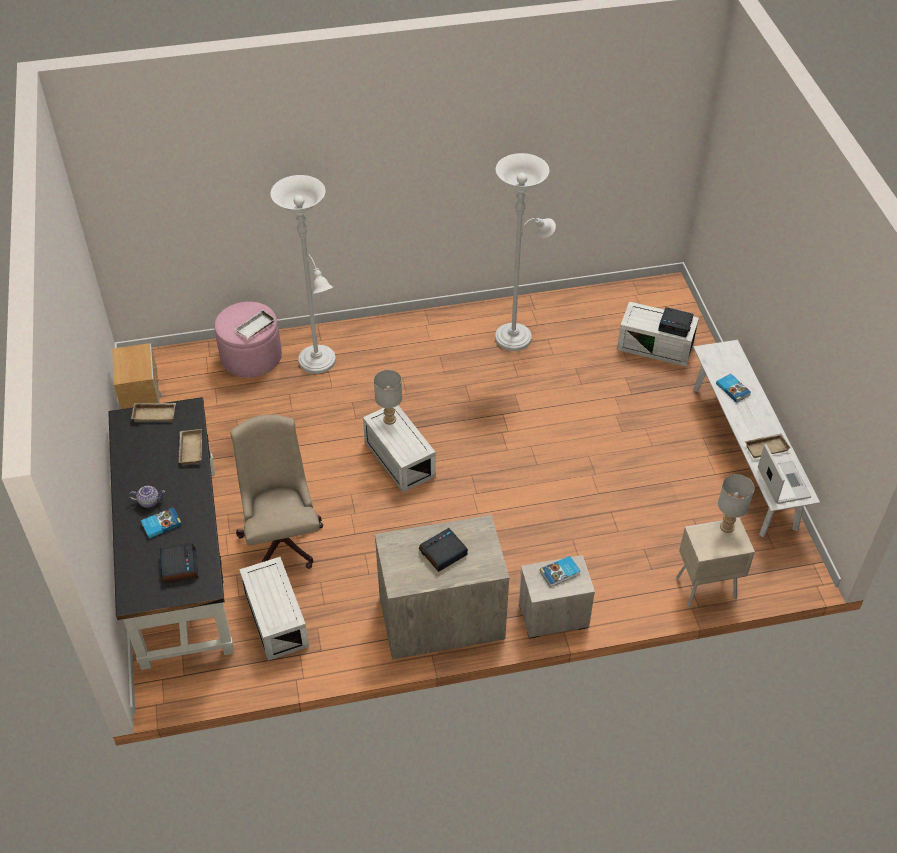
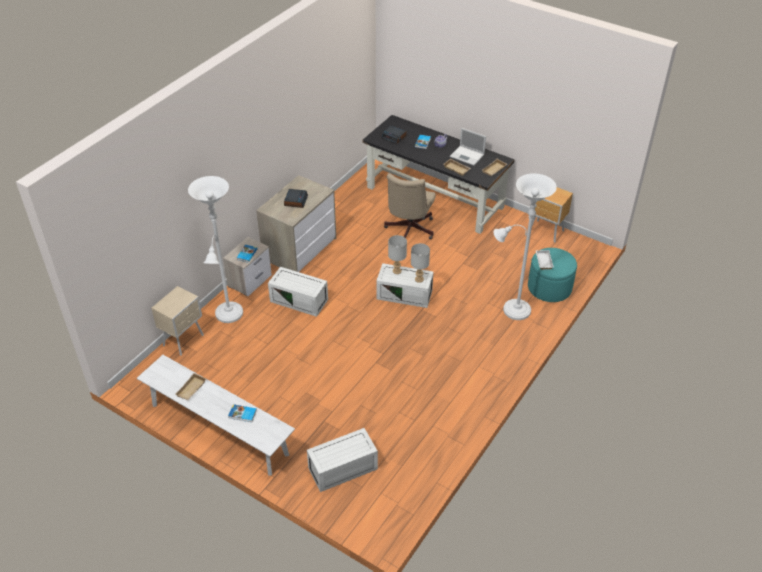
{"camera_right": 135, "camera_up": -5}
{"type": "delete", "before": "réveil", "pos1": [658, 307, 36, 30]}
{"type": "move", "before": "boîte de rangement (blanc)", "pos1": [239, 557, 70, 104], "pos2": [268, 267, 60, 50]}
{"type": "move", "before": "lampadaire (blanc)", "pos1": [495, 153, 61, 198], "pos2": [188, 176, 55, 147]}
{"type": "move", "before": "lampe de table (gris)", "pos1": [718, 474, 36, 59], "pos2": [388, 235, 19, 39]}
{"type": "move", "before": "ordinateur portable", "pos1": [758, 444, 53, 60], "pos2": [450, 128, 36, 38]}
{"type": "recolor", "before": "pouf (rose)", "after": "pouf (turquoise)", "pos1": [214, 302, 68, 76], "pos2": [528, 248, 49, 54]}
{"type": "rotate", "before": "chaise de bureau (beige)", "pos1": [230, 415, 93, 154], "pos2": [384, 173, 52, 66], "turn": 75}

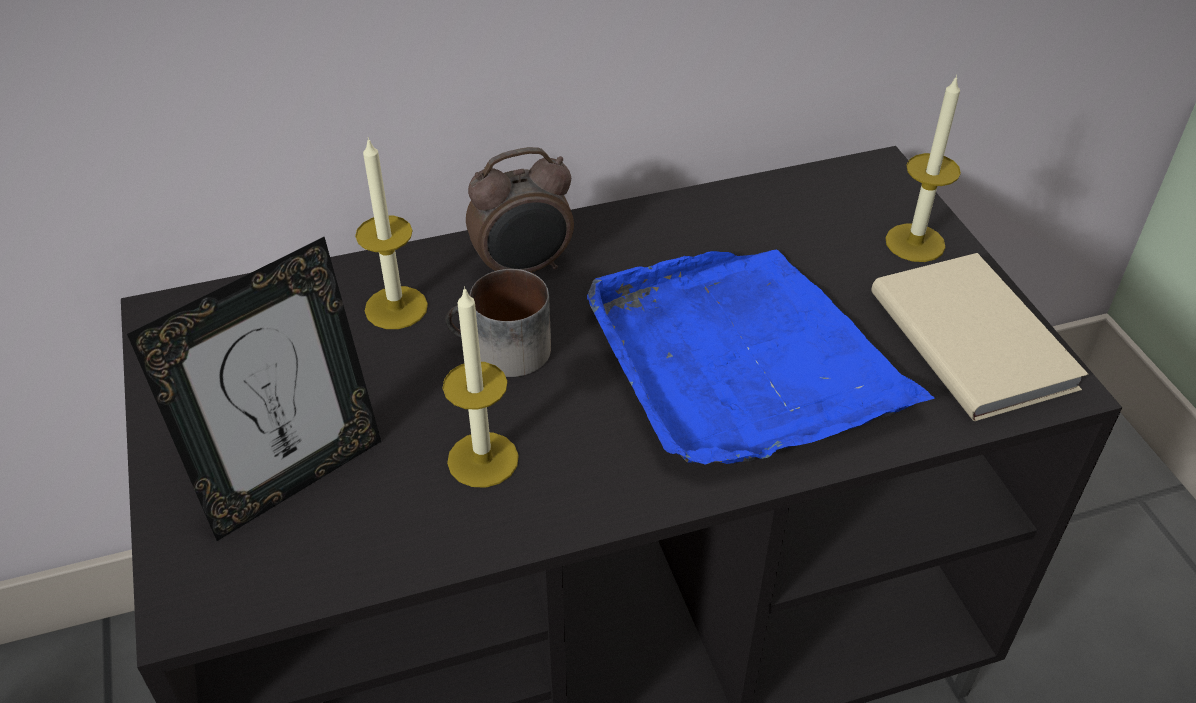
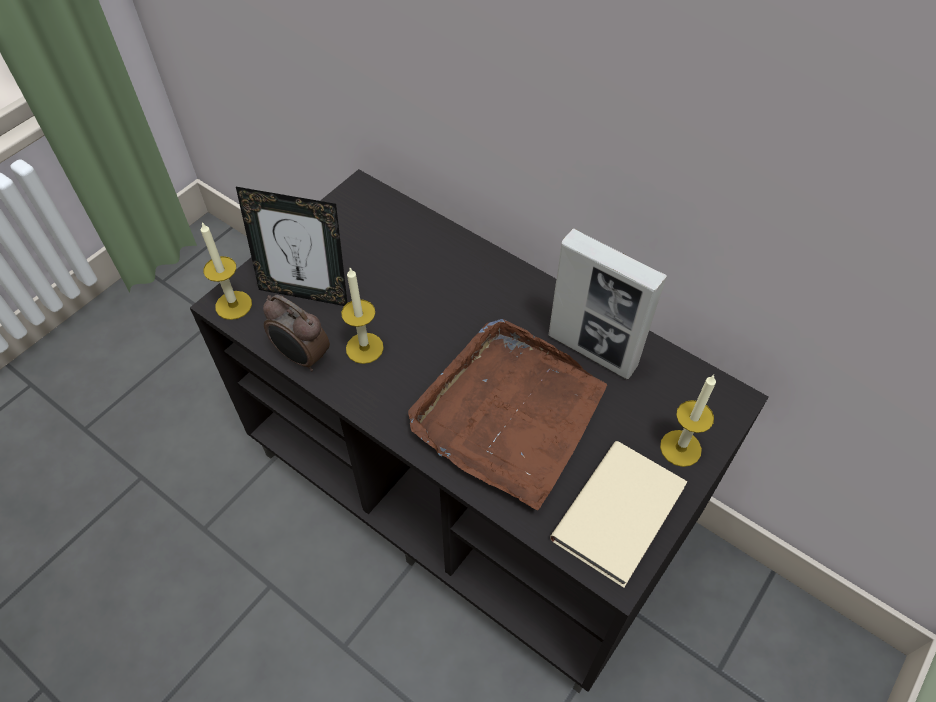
{"camera_right": 55, "camera_up": 10}
{"type": "delete", "before": "mug", "pos1": [445, 269, 106, 108]}
{"type": "insert", "after": "cadre photo", "pos2": [549, 228, 118, 151]}
{"type": "move", "before": "bougie", "pos1": [355, 137, 73, 192], "pos2": [201, 222, 51, 98]}
{"type": "move", "before": "réveil", "pos1": [466, 147, 108, 125], "pos2": [263, 295, 67, 76]}
{"type": "recolor", "before": "plateau (bleu)", "after": "plateau (marron)", "pos1": [587, 250, 348, 215], "pos2": [408, 319, 199, 191]}

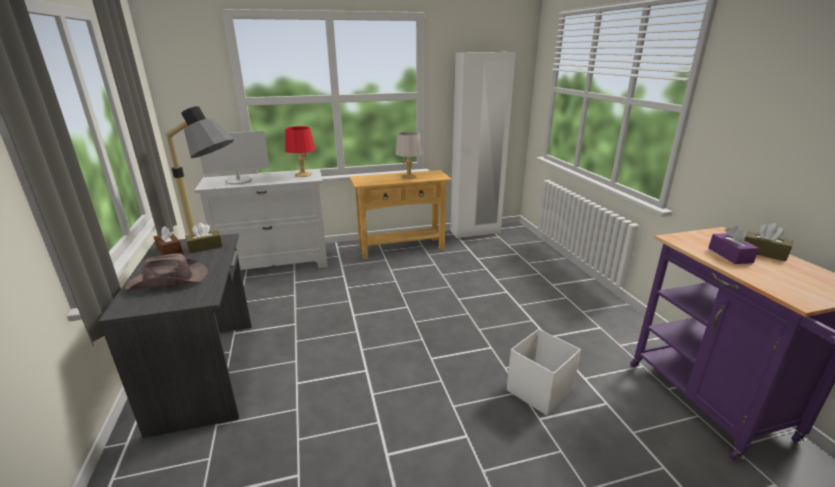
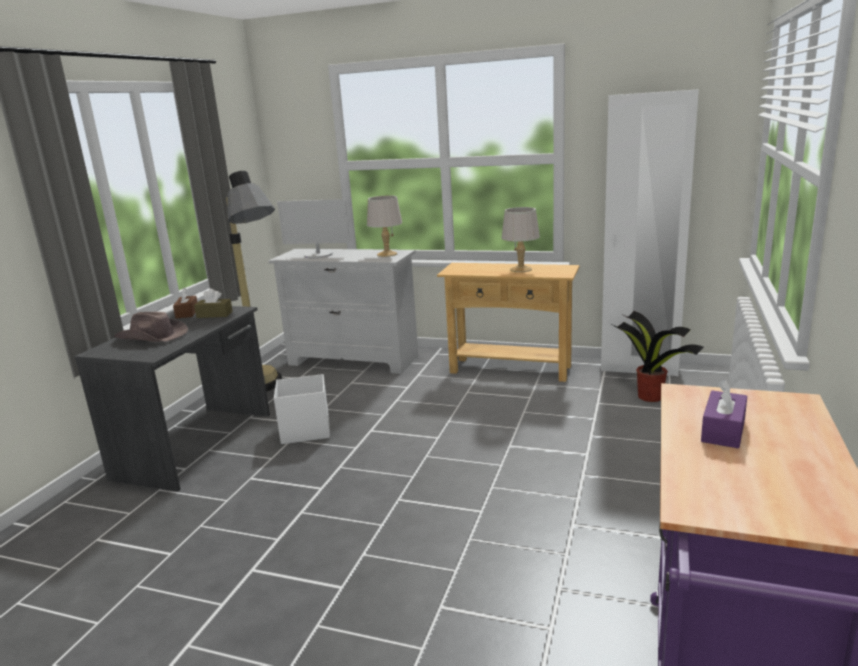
{"camera_right": 35, "camera_up": -5}
{"type": "delete", "before": "boîte à mouchoirs (marron)", "pos1": [744, 223, 49, 38]}
{"type": "insert", "after": "plante en pot", "pos2": [610, 311, 94, 91]}
{"type": "move", "before": "boîte de rangement (blanc)", "pos1": [507, 329, 74, 87], "pos2": [274, 374, 56, 70]}
{"type": "recolor", "before": "lampe de table (rouge)", "after": "lampe de table (gris)", "pos1": [285, 126, 30, 51], "pos2": [367, 195, 35, 62]}

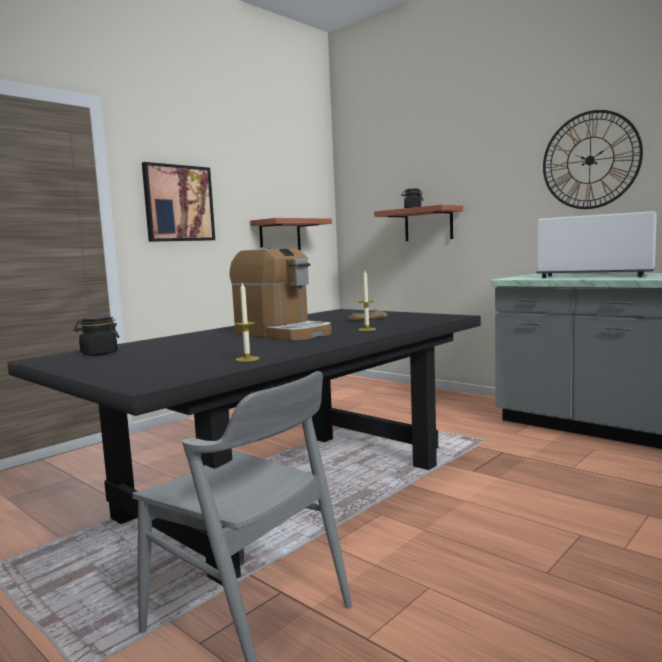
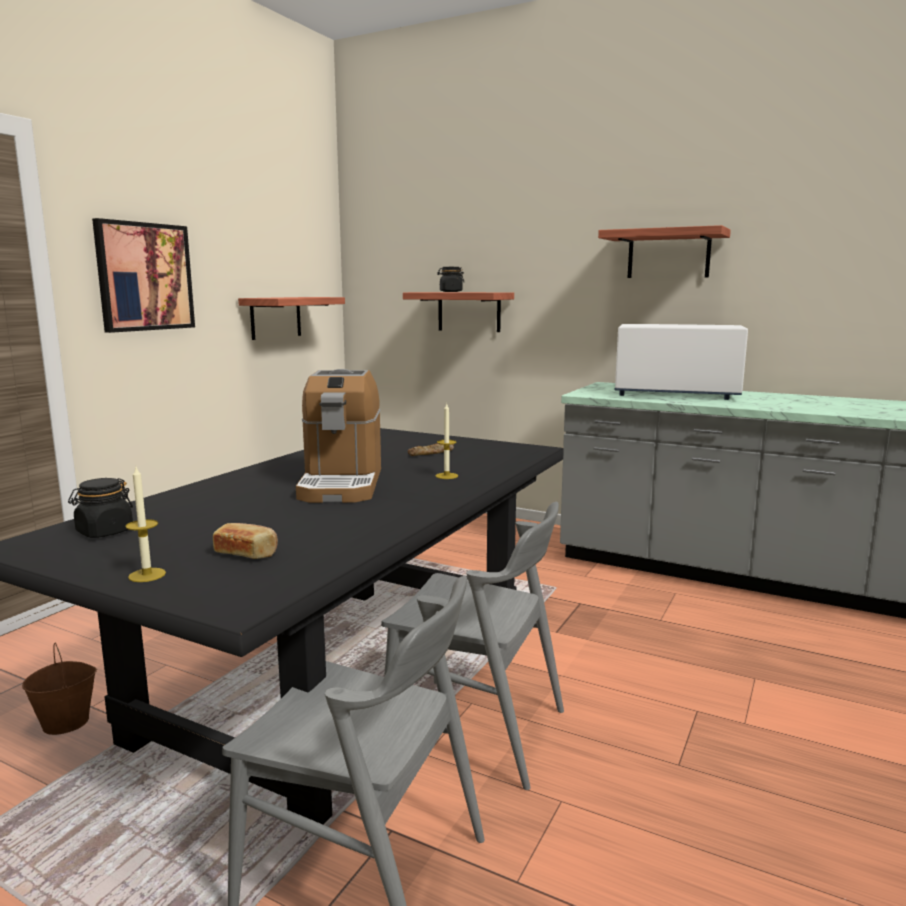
{"camera_right": -15, "camera_up": 5}
{"type": "insert", "after": "seau (marron)", "pos2": [22, 642, 75, 93]}
{"type": "insert", "after": "pain", "pos2": [213, 523, 65, 36]}
{"type": "insert", "after": "chaise (gris)", "pos2": [381, 502, 183, 288]}
{"type": "move", "before": "bougie", "pos1": [235, 283, 25, 79], "pos2": [125, 467, 41, 115]}
{"type": "replace", "before": "horloge murale", "after": "étagère", "pos1": [543, 110, 100, 99], "pos2": [598, 225, 133, 53]}
{"type": "rotate", "before": "machine à café", "pos1": [230, 247, 101, 94], "pos2": [296, 369, 85, 134], "turn": 60}

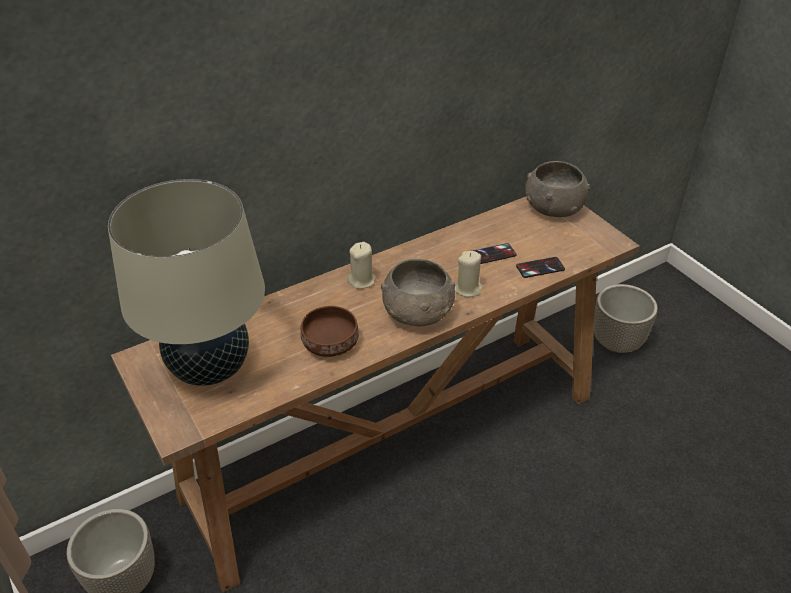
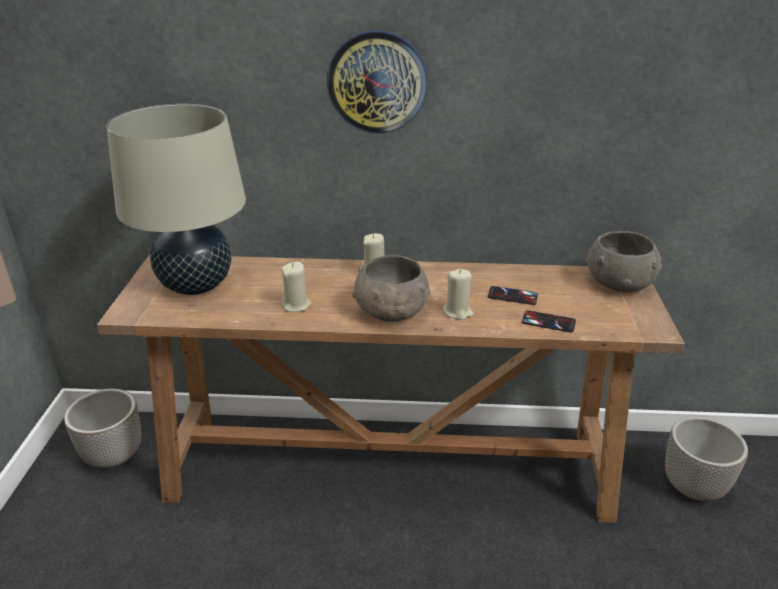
{"camera_right": 35, "camera_up": -10}
{"type": "insert", "after": "horloge murale", "pos2": [327, 30, 100, 104]}
{"type": "replace", "before": "bol (marron)", "after": "bougie (beige)", "pos1": [300, 306, 59, 51], "pos2": [281, 262, 31, 50]}

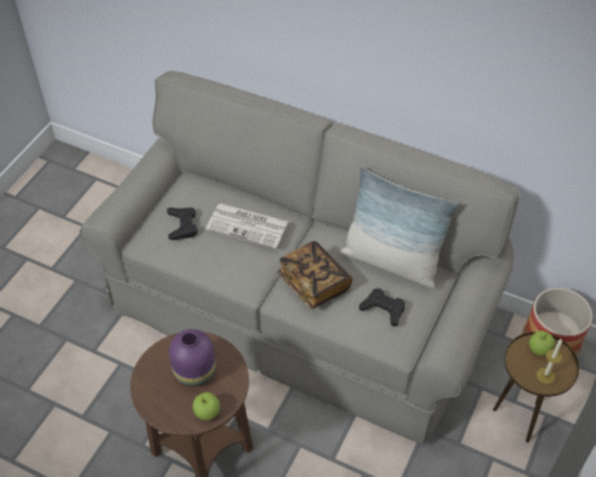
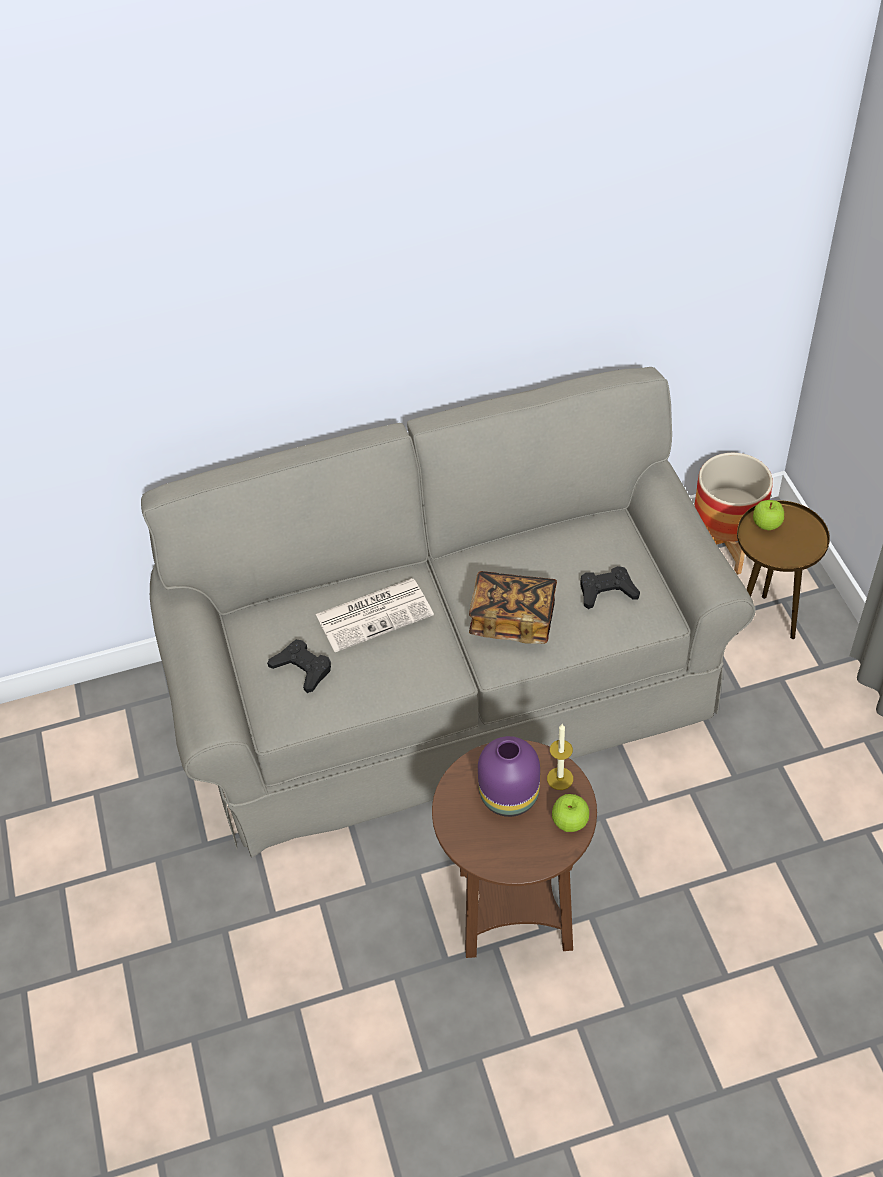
{"camera_right": -40, "camera_up": 0}
{"type": "delete", "before": "coussin", "pos1": [340, 167, 119, 122]}
{"type": "move", "before": "bougie", "pos1": [537, 339, 25, 45], "pos2": [547, 724, 26, 66]}

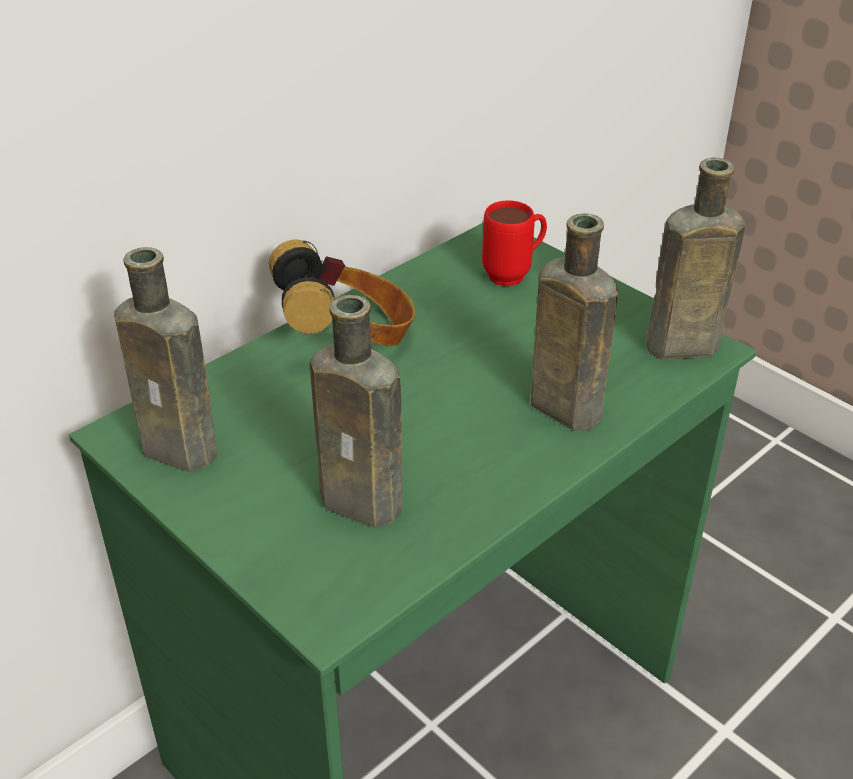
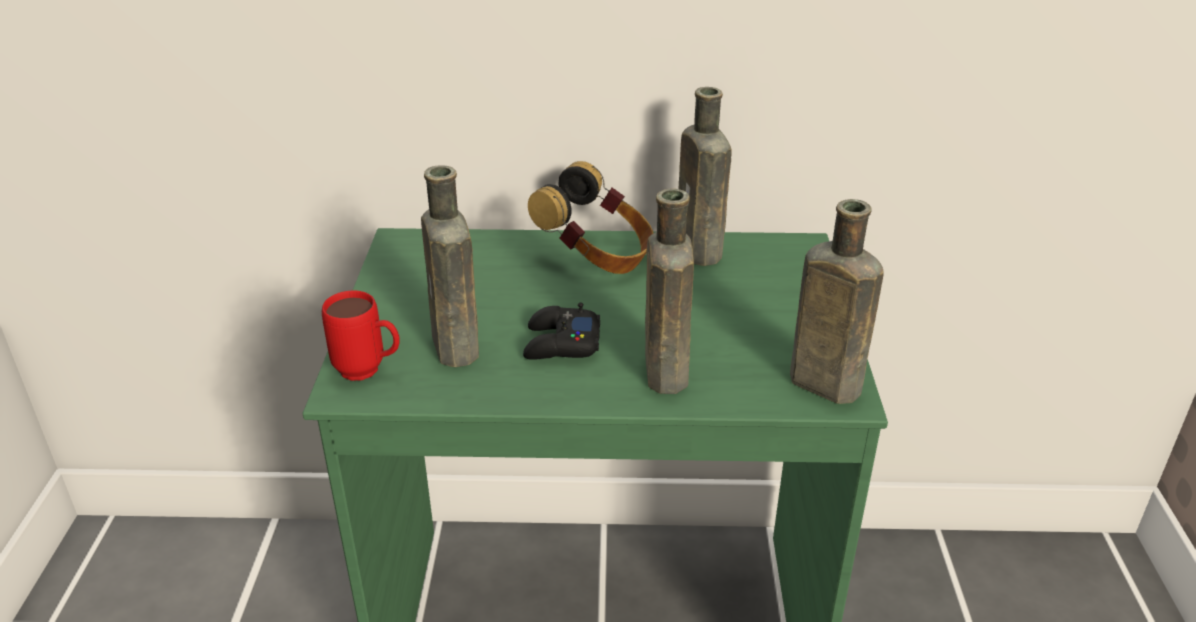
{"camera_right": 45, "camera_up": -5}
{"type": "insert", "after": "manette (noir)", "pos2": [523, 303, 77, 57]}
{"type": "move", "before": "bouteille (marron)", "pos1": [114, 247, 104, 225], "pos2": [678, 87, 54, 179]}
{"type": "move", "before": "mug (rouge)", "pos1": [482, 200, 65, 86], "pos2": [322, 291, 78, 90]}

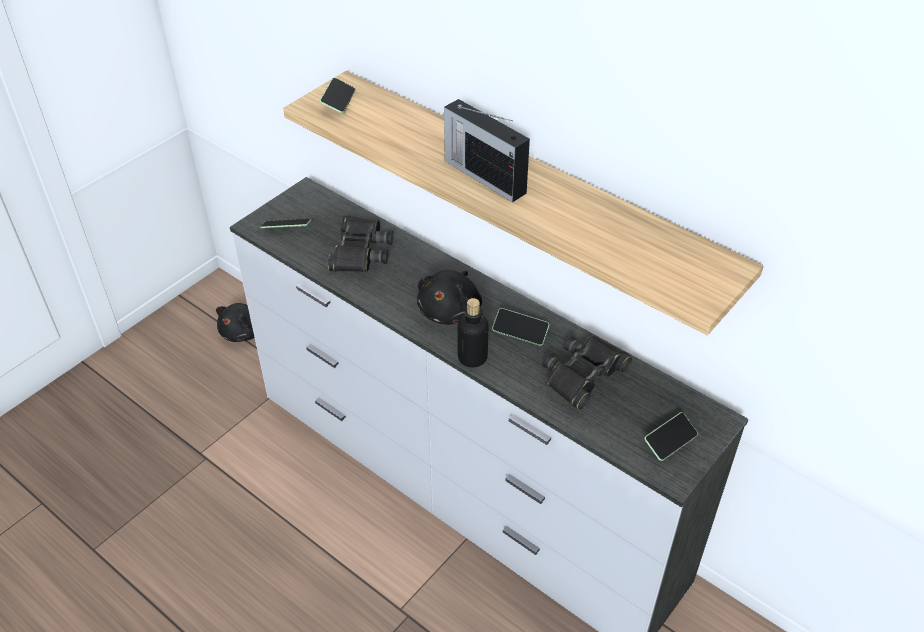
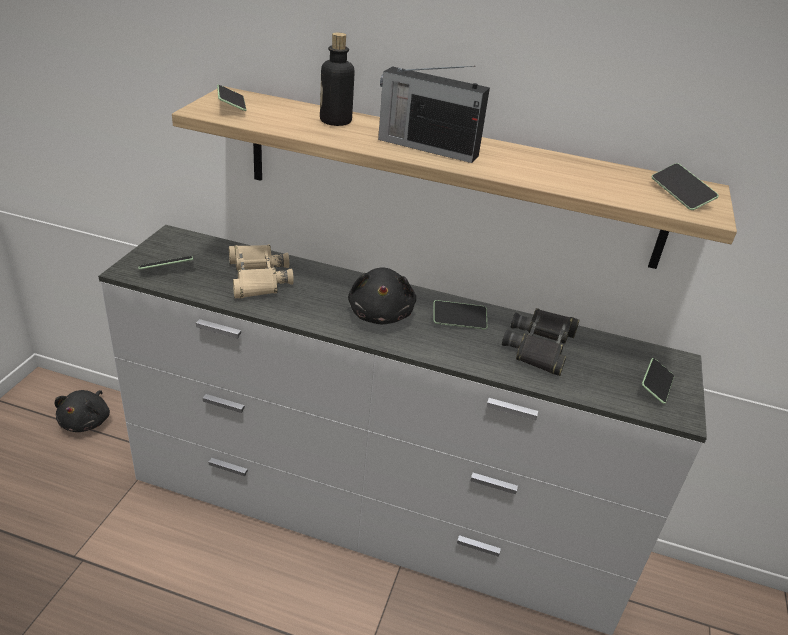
{"camera_right": -25, "camera_up": -10}
{"type": "insert", "after": "téléphone", "pos2": [652, 163, 67, 47]}
{"type": "move", "before": "bouteille", "pos1": [458, 298, 30, 70], "pos2": [320, 33, 35, 93]}
{"type": "recolor", "before": "jumelles (noir)", "after": "jumelles (beige)", "pos1": [328, 215, 66, 57], "pos2": [229, 245, 65, 53]}

